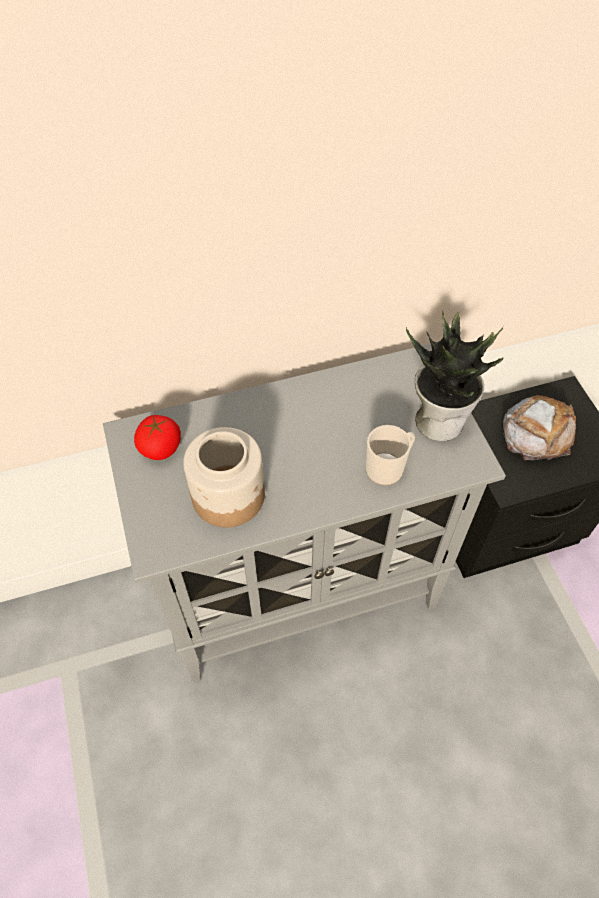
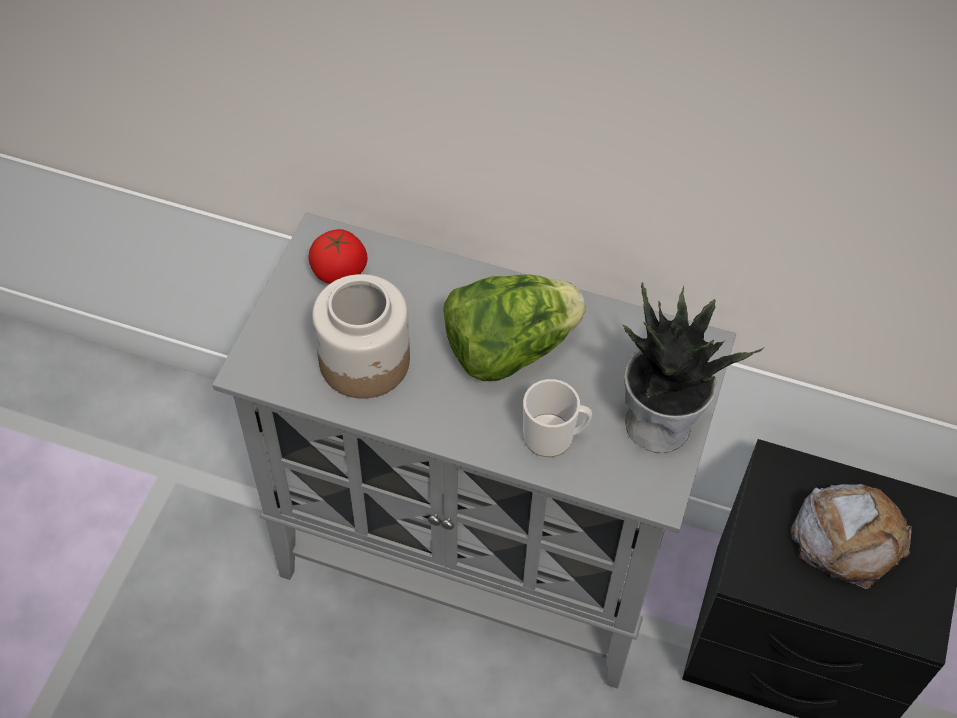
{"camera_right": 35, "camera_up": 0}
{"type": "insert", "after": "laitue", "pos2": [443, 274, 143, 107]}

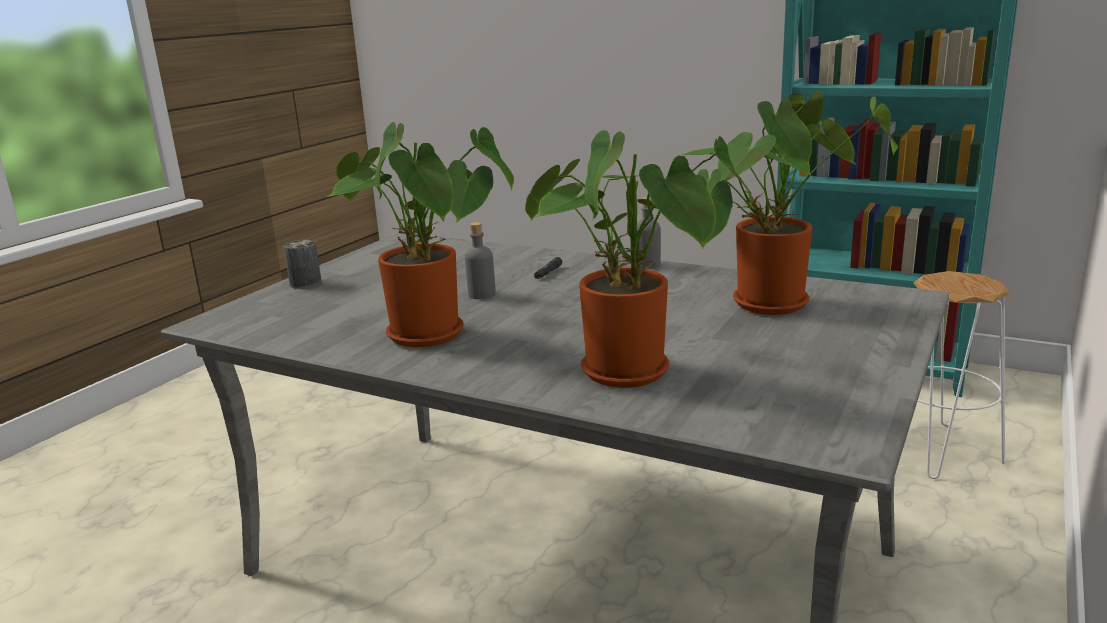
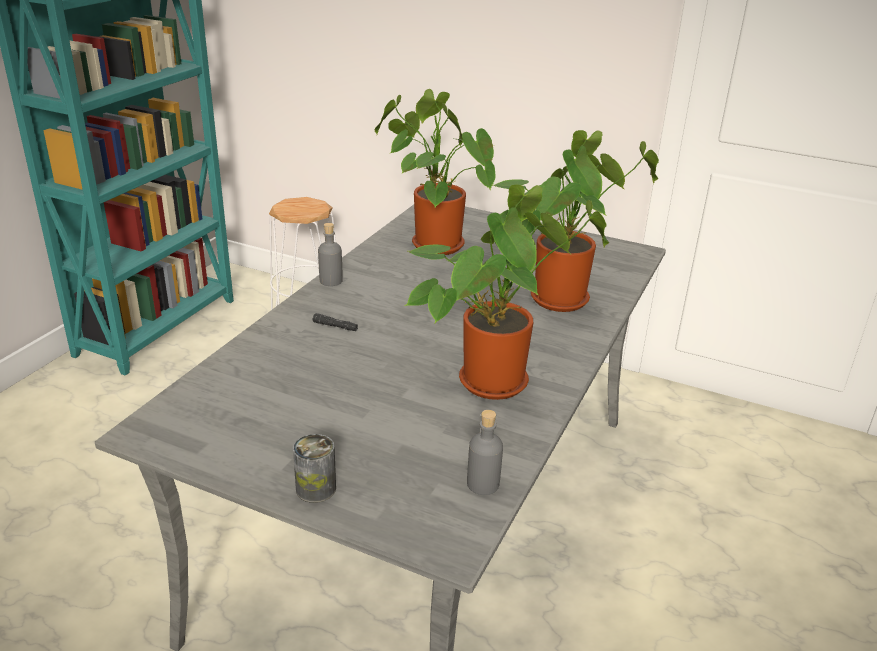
{"camera_right": -95, "camera_up": 10}
{"type": "move", "before": "bouteille (gris)", "pos1": [465, 222, 31, 77], "pos2": [467, 410, 36, 85]}

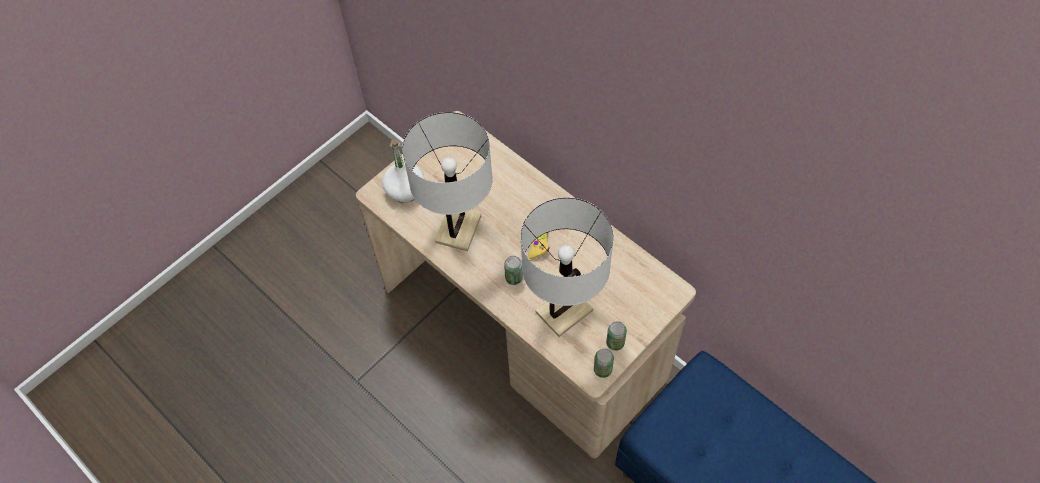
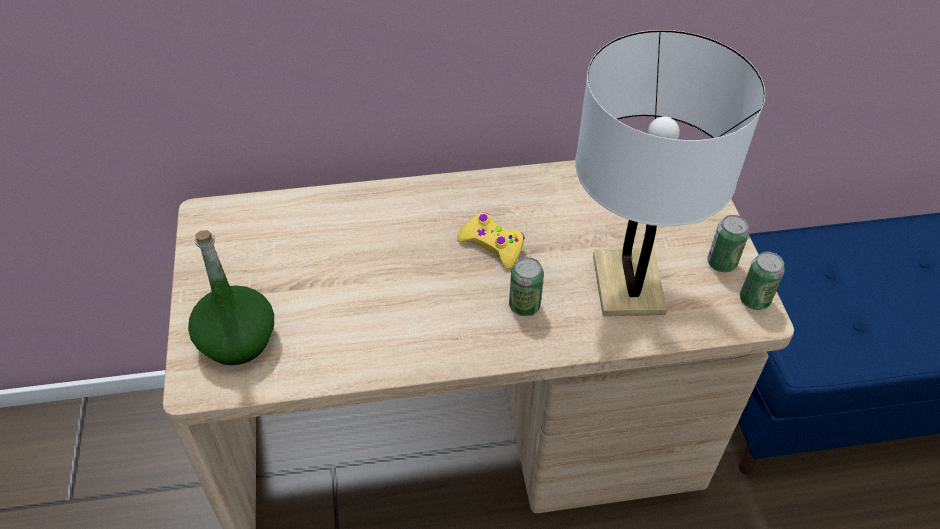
{"camera_right": -55, "camera_up": -10}
{"type": "delete", "before": "lampe de table (blanc)", "pos1": [402, 112, 90, 139]}
{"type": "recolor", "before": "bouteille (blanc)", "after": "bouteille (vert)", "pos1": [382, 140, 43, 63], "pos2": [188, 230, 86, 135]}

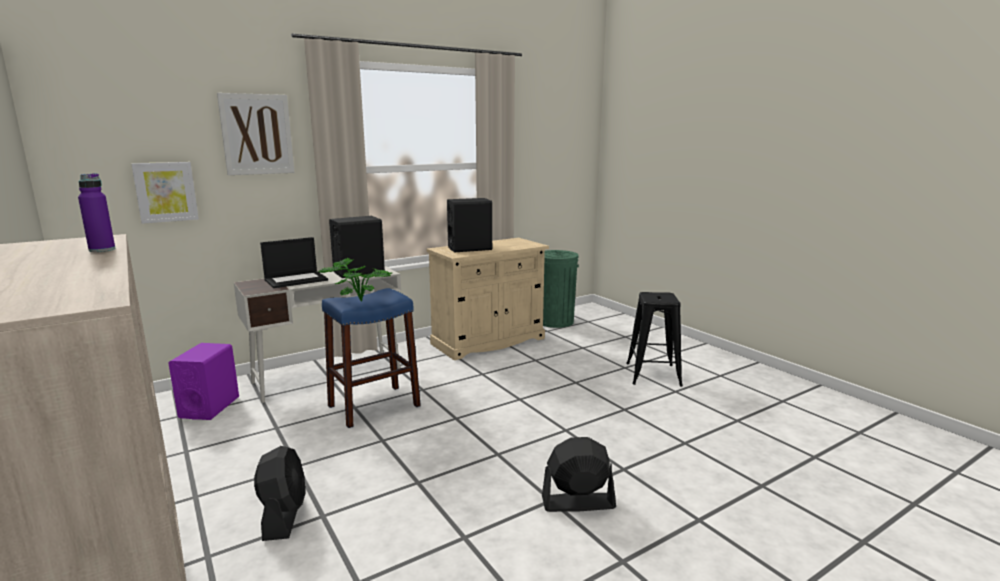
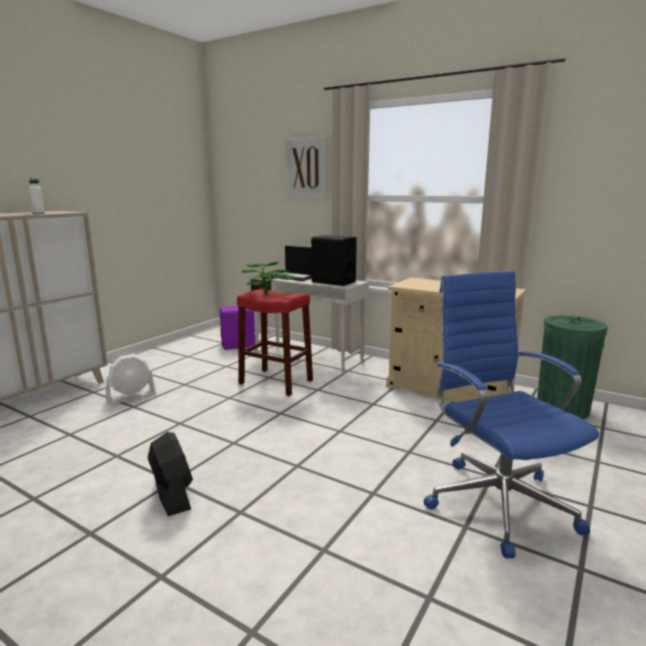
{"camera_right": 65, "camera_up": 0}
{"type": "delete", "before": "tableau", "pos1": [131, 162, 68, 62]}
{"type": "delete", "before": "enceinte (noir)", "pos1": [447, 198, 45, 54]}
{"type": "replace", "before": "tabouret (noir)", "after": "chaise de bureau (bleu)", "pos1": [626, 292, 57, 95], "pos2": [424, 271, 175, 287]}
{"type": "recolor", "before": "bouteille (violet)", "after": "bouteille (blanc)", "pos1": [78, 173, 38, 79], "pos2": [29, 177, 16, 37]}
{"type": "recolor", "before": "ventilateur (noir)", "after": "ventilateur (blanc)", "pos1": [254, 446, 51, 95], "pos2": [106, 354, 50, 51]}
{"type": "recolor", "before": "tabouret (bleu)", "after": "tabouret (rouge)", "pos1": [322, 288, 99, 140], "pos2": [237, 289, 76, 107]}

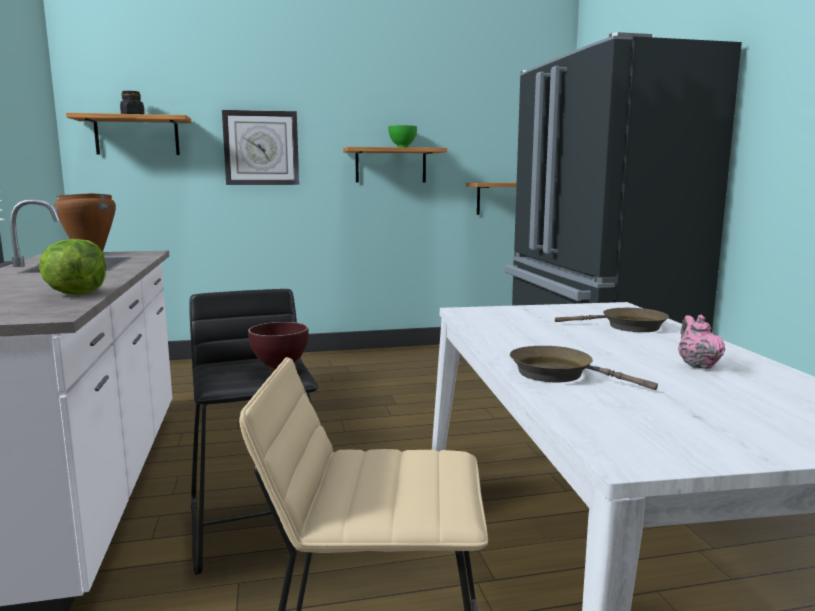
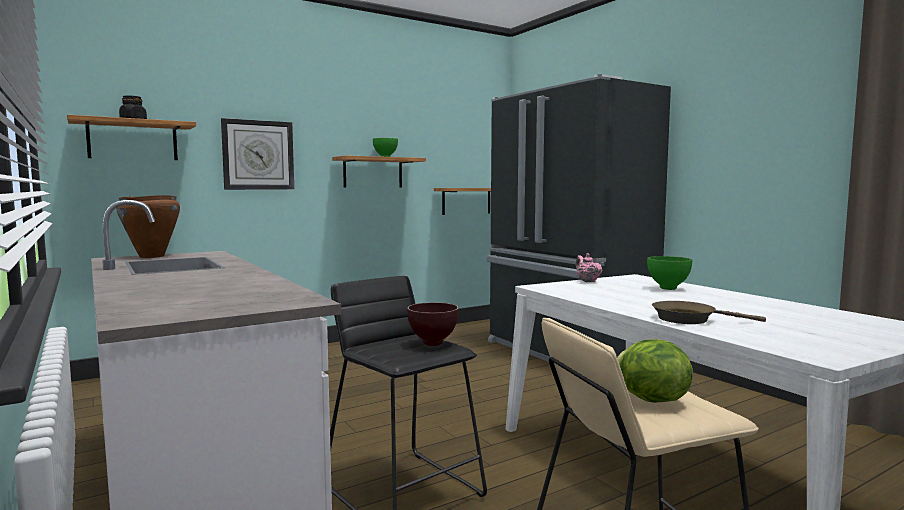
{"camera_right": -20, "camera_up": -5}
{"type": "move", "before": "laitue", "pos1": [39, 239, 67, 56], "pos2": [617, 339, 76, 64]}
{"type": "move", "before": "théière (rose)", "pos1": [678, 315, 48, 54], "pos2": [576, 253, 26, 29]}
{"type": "replace", "before": "poêle (marron)", "after": "bol (vert)", "pos1": [555, 308, 114, 24], "pos2": [647, 256, 45, 34]}

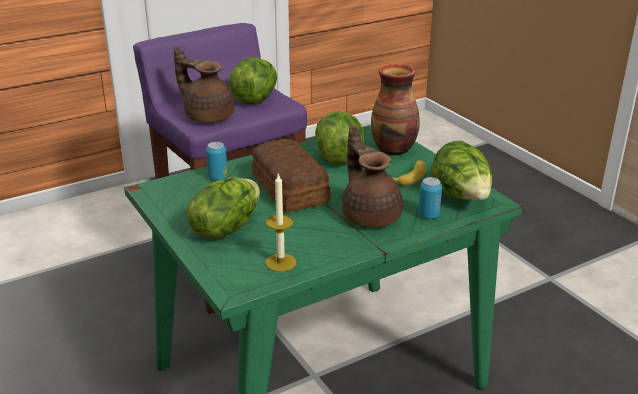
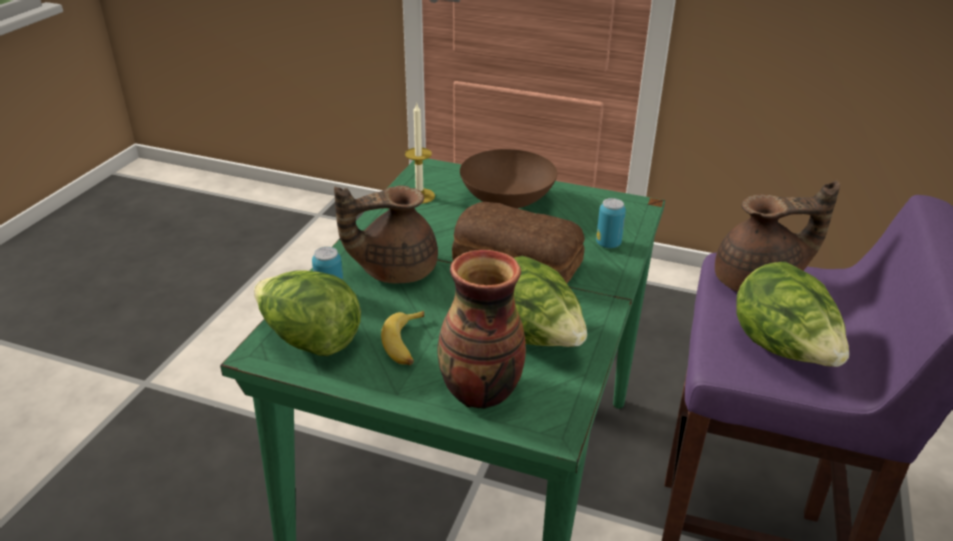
{"camera_right": 140, "camera_up": 5}
{"type": "replace", "before": "laitue", "after": "bol (marron)", "pos1": [186, 177, 74, 62], "pos2": [460, 149, 97, 60]}
{"type": "rotate", "before": "théière (marron)", "pos1": [342, 125, 61, 103], "pos2": [334, 186, 104, 98], "turn": 135}

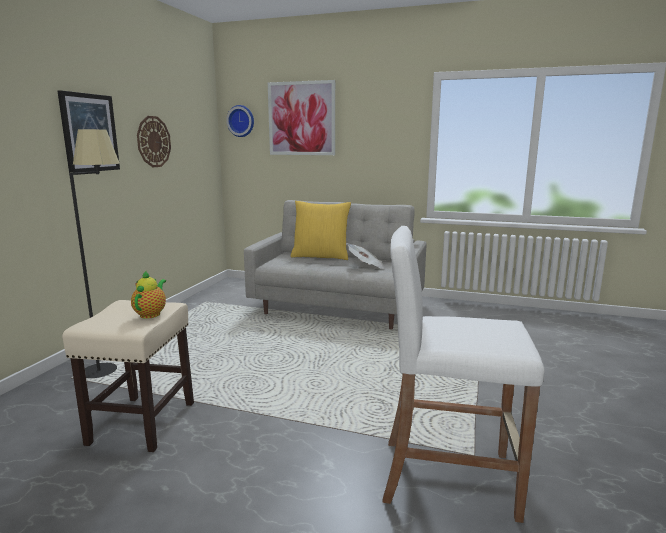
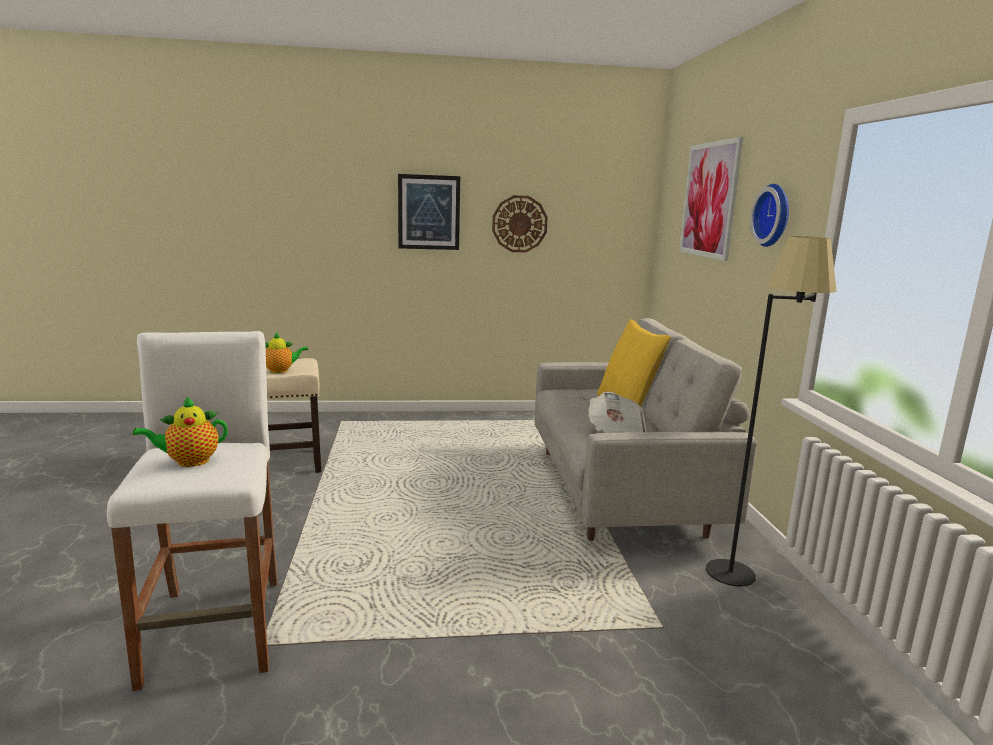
{"camera_right": 65, "camera_up": 0}
{"type": "insert", "after": "théière", "pos2": [133, 396, 95, 71]}
{"type": "move", "before": "lampadaire (noir)", "pos1": [69, 129, 50, 249], "pos2": [706, 236, 131, 351]}
{"type": "move", "before": "horloge murale", "pos1": [226, 105, 28, 32], "pos2": [750, 184, 39, 63]}

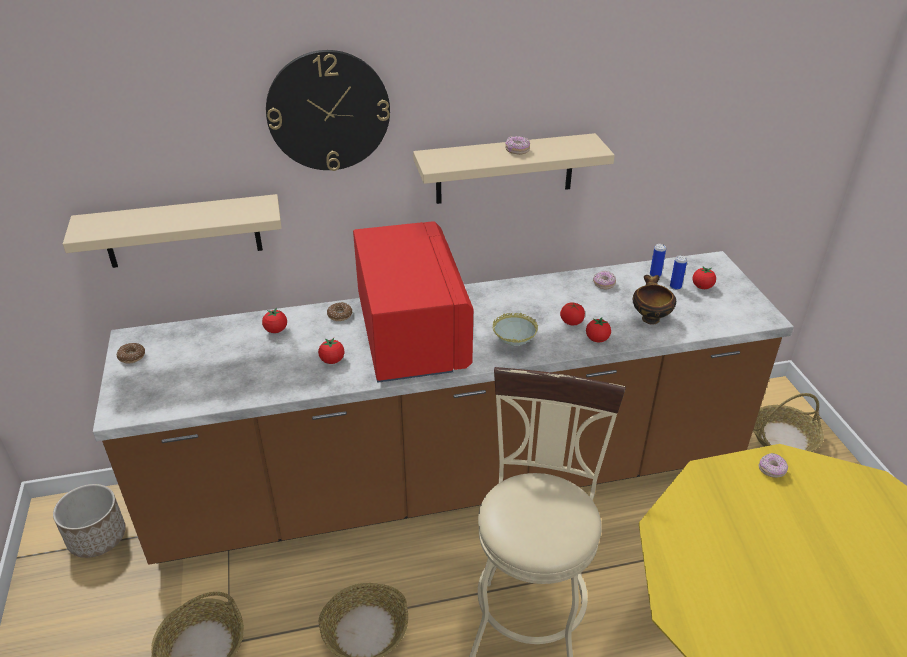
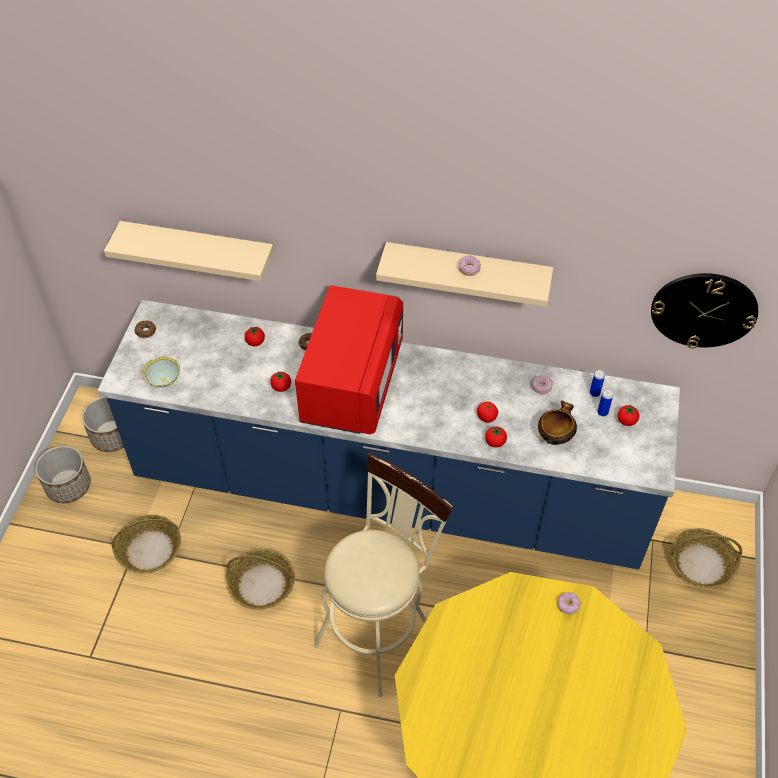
{"camera_right": 25, "camera_up": 15}
{"type": "insert", "after": "cache-pot", "pos2": [35, 446, 56, 57]}
{"type": "move", "before": "horloge murale", "pos1": [266, 50, 124, 121], "pos2": [651, 273, 107, 76]}
{"type": "move", "before": "bol", "pos1": [492, 313, 46, 33], "pos2": [142, 356, 38, 31]}
{"type": "recolor", "before": "comptoir de cuisine (marron)", "after": "comptoir de cuisine (bleu)", "pos1": [93, 251, 701, 314], "pos2": [97, 300, 583, 270]}

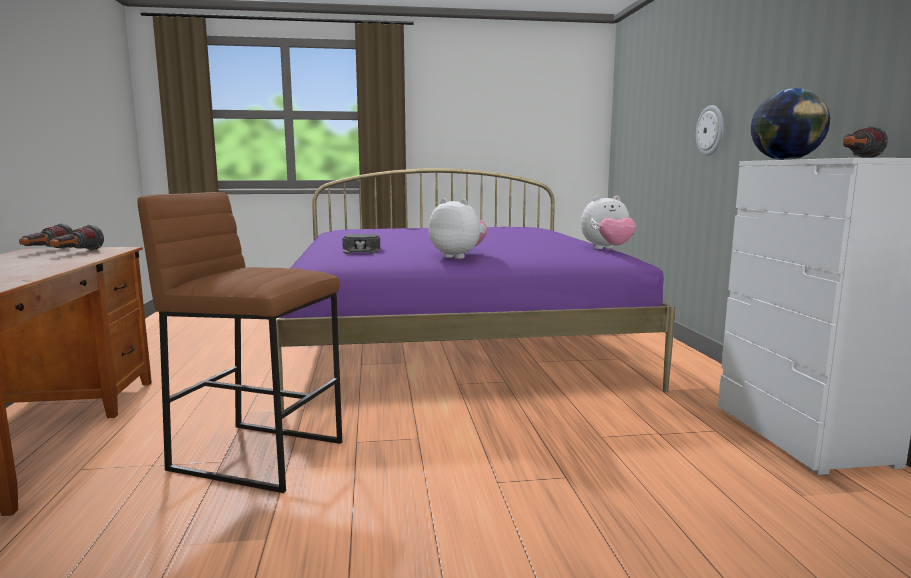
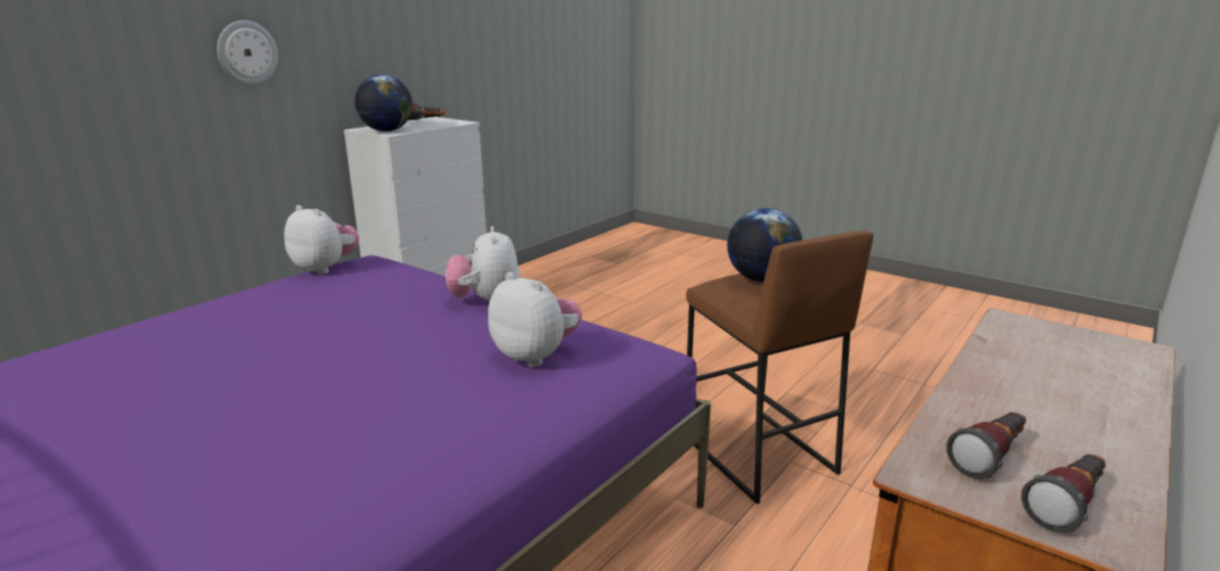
{"camera_right": -135, "camera_up": 10}
{"type": "insert", "after": "globe", "pos2": [727, 208, 76, 74]}
{"type": "move", "before": "horloge murale", "pos1": [696, 105, 28, 51], "pos2": [217, 20, 61, 65]}
{"type": "replace", "before": "casquette (noir)", "after": "peluche", "pos1": [342, 234, 38, 20], "pos2": [488, 272, 94, 95]}

